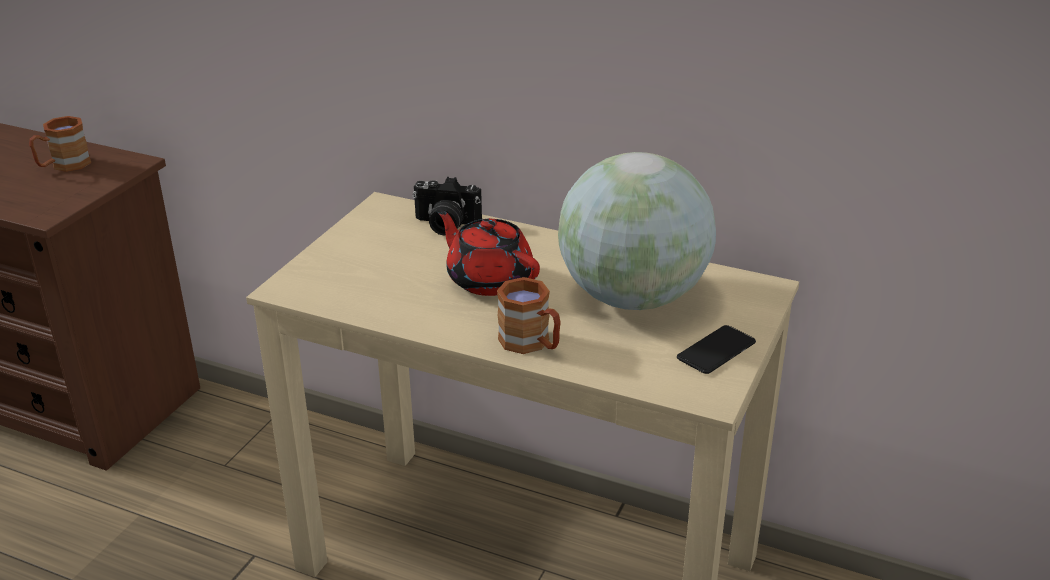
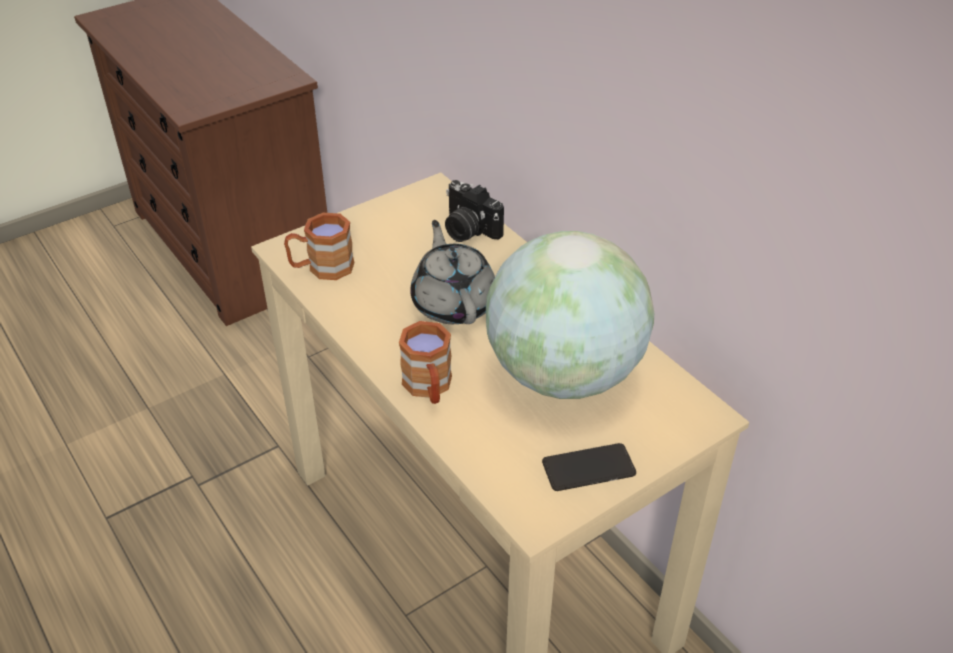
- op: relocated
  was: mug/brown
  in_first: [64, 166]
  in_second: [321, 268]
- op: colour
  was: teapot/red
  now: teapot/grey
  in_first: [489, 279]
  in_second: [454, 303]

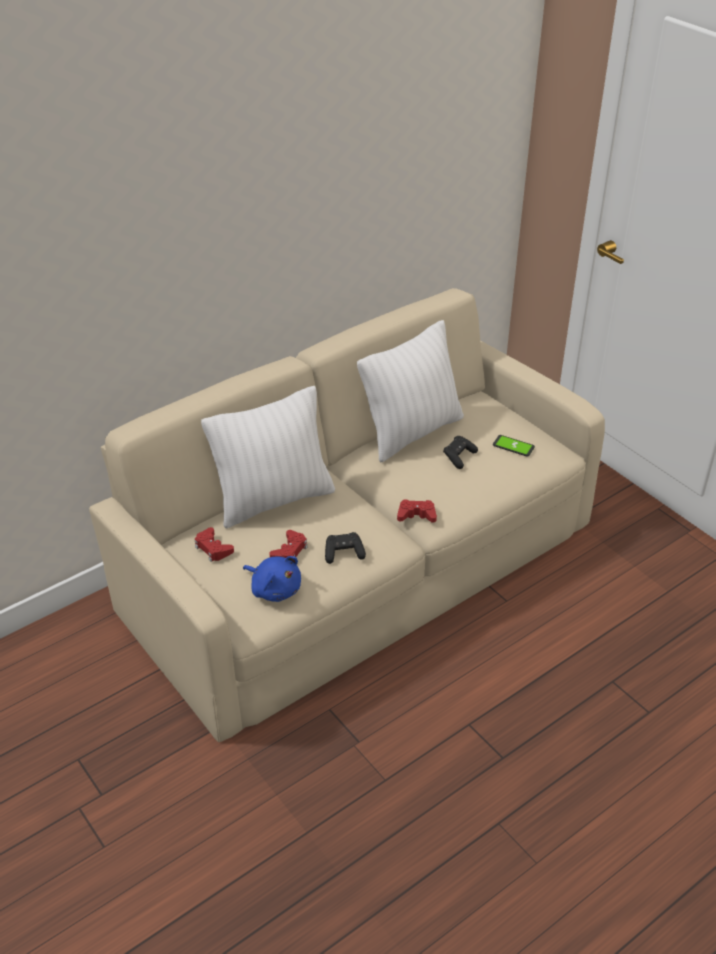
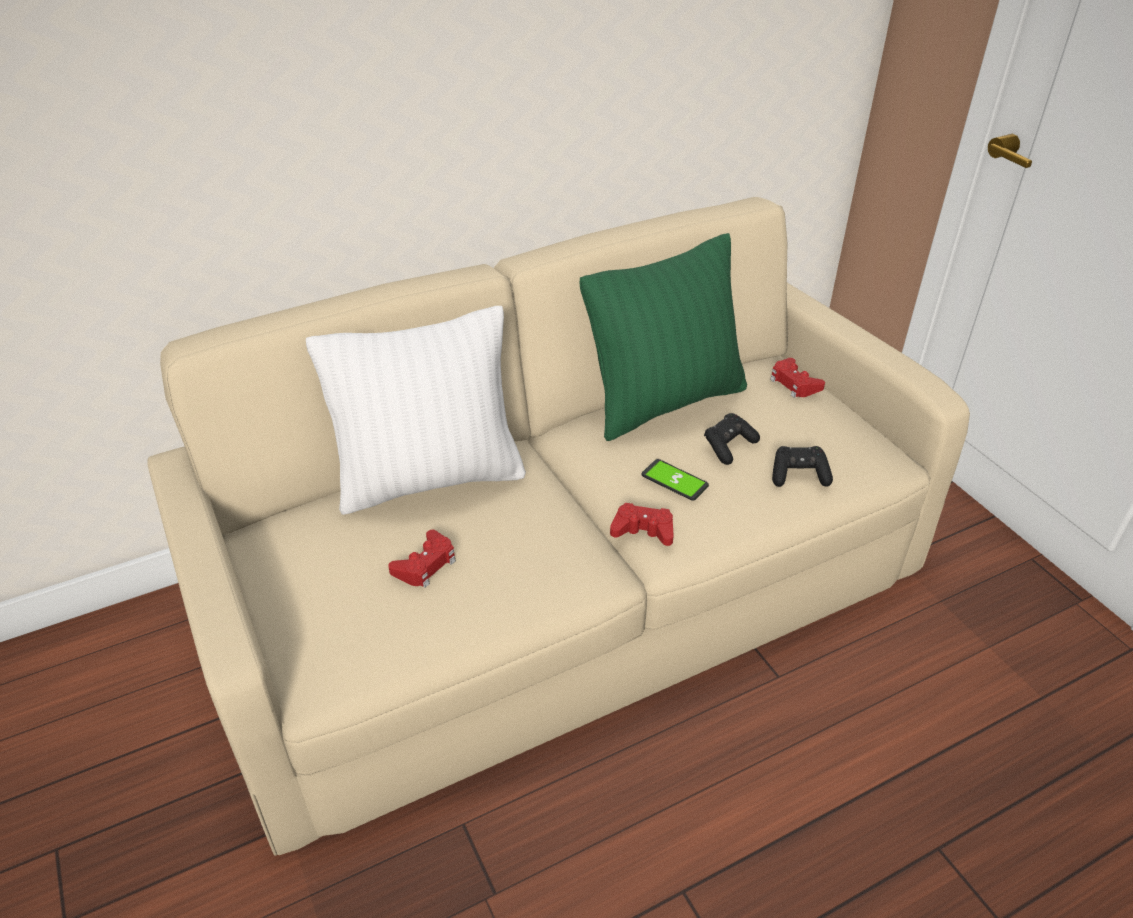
- op: missing
  was: plush toy/blue
  in_first: [274, 589]
- op: relocated
  was: game controller/red
  in_first: [213, 548]
  in_second: [794, 383]
- op: relocated
  was: game controller/black
  in_first: [344, 553]
  in_second: [798, 475]
- op: relocated
  was: phone
  in_first: [513, 446]
  in_second: [674, 481]
- op: colour
  was: pillow/white
  now: pillow/green
  in_first: [412, 432]
  in_second: [664, 402]

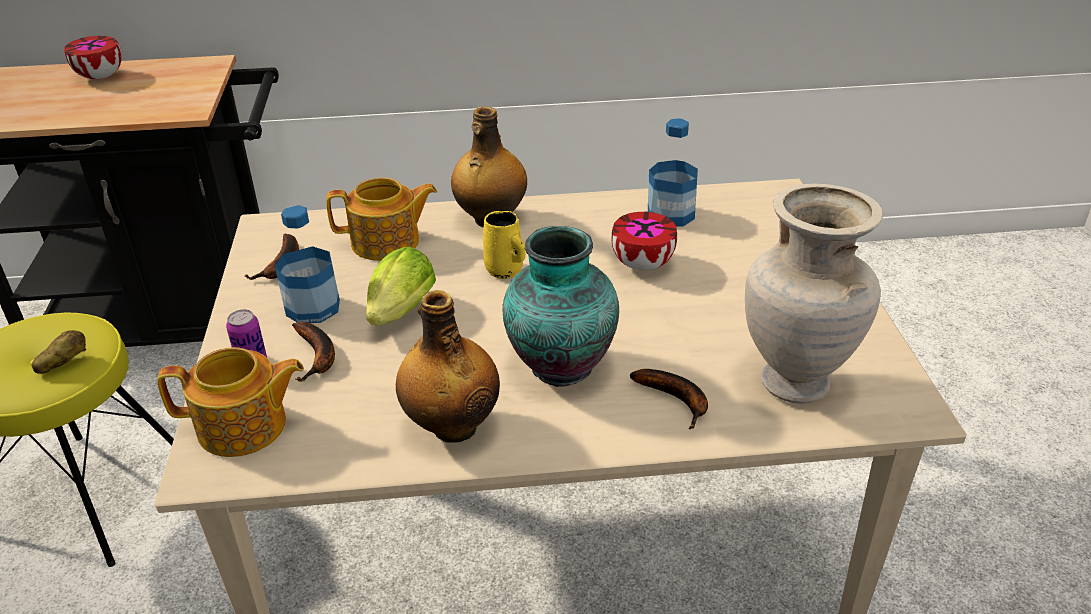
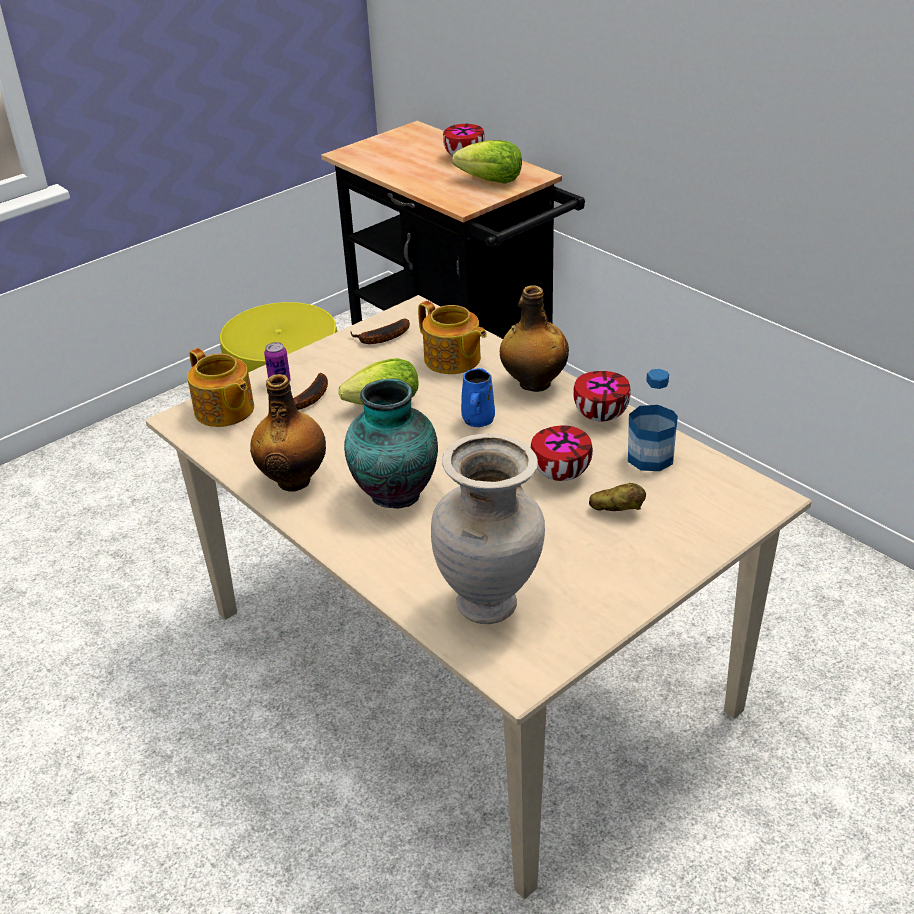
- op: missing
  was: bottle
  in_first: [313, 307]
- op: missing
  was: banana
  in_first: [677, 400]
- op: appeared
  now: lettuce
  in_second: [491, 181]
- op: appeared
  now: bowl
  in_second: [599, 415]
- op: relocated
  was: potato
  in_first: [63, 363]
  in_second: [617, 510]
- op: colour
  was: mug/yellow
  now: mug/blue
  in_first: [505, 271]
  in_second: [477, 420]

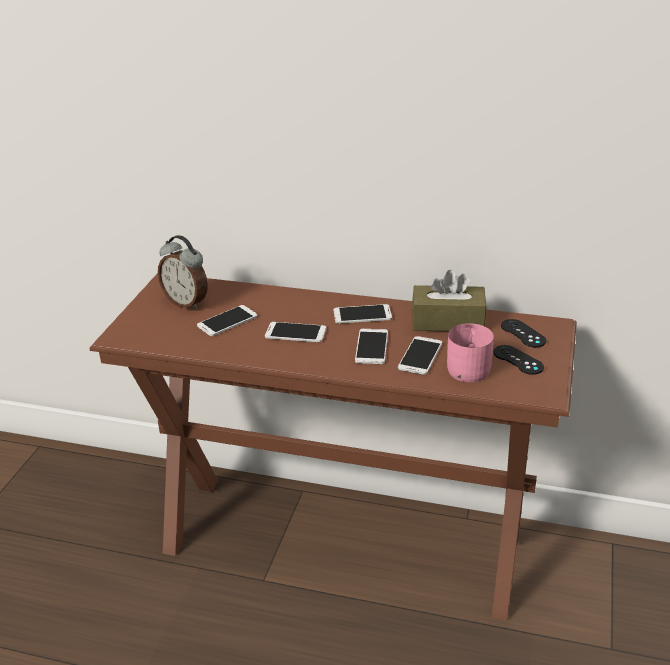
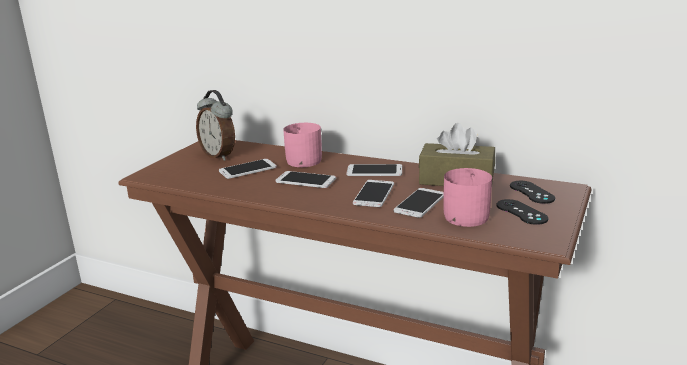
- op: appeared
  now: mug/pink
  in_second: [304, 159]

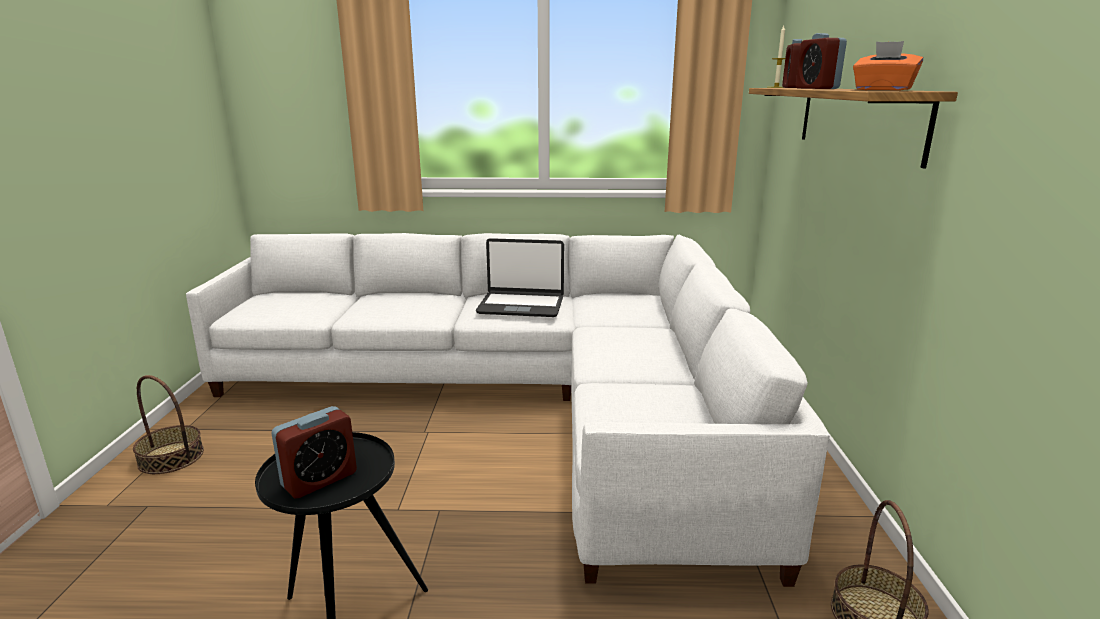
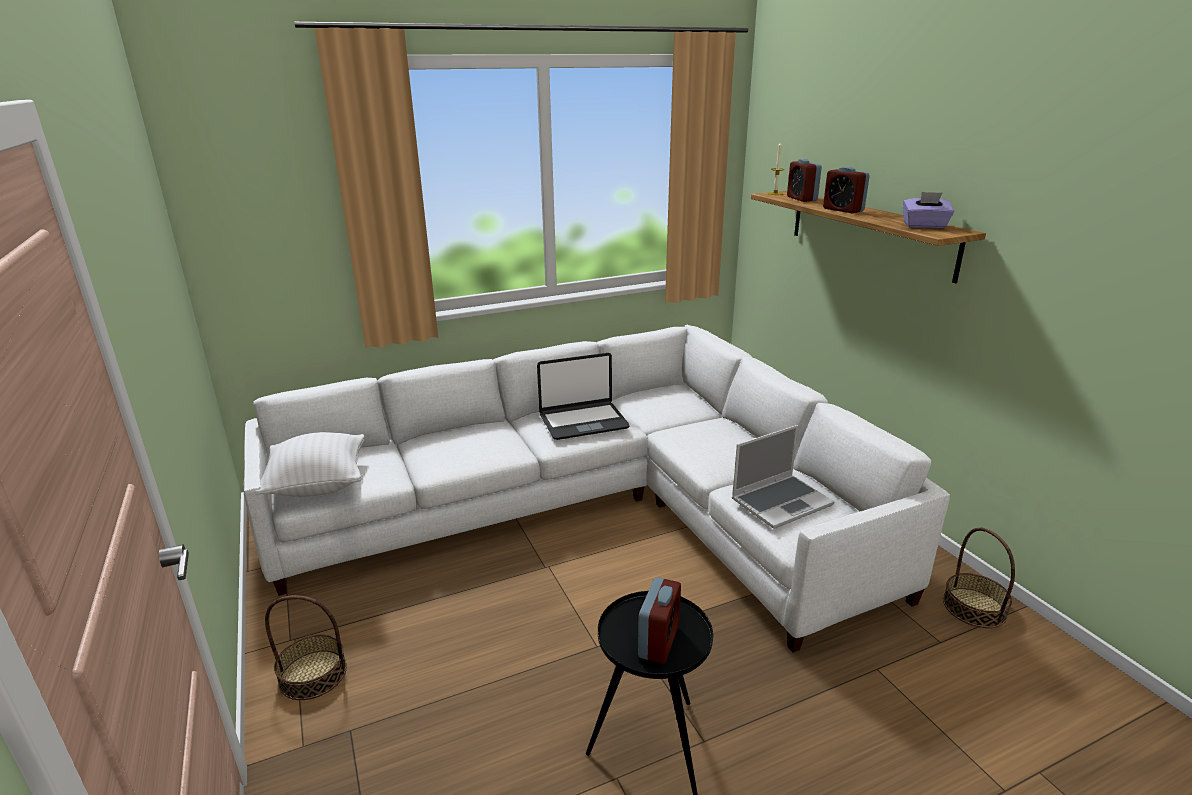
- op: appeared
  now: pillow/white
  in_second: [318, 485]
- op: appeared
  now: laptop
  in_second: [781, 502]
- op: colour
  was: tissue box/orange
  now: tissue box/purple
  in_first: [882, 90]
  in_second: [924, 226]

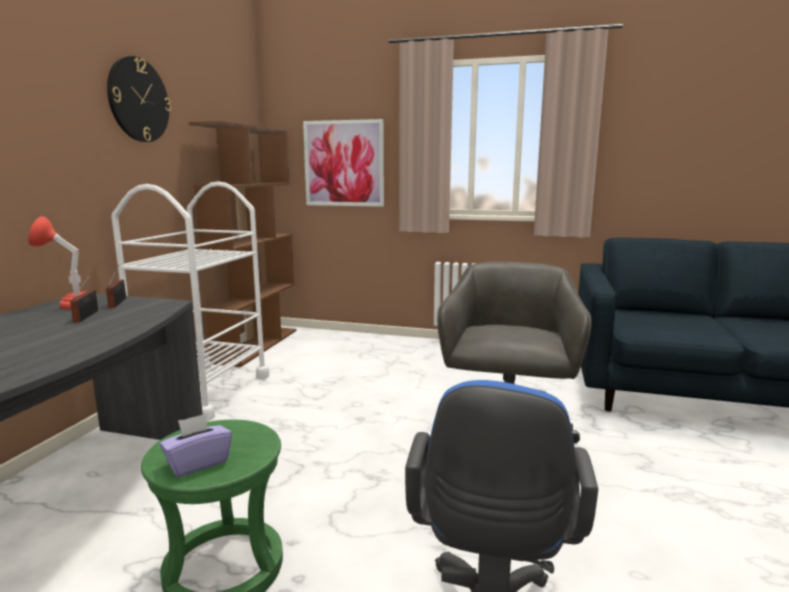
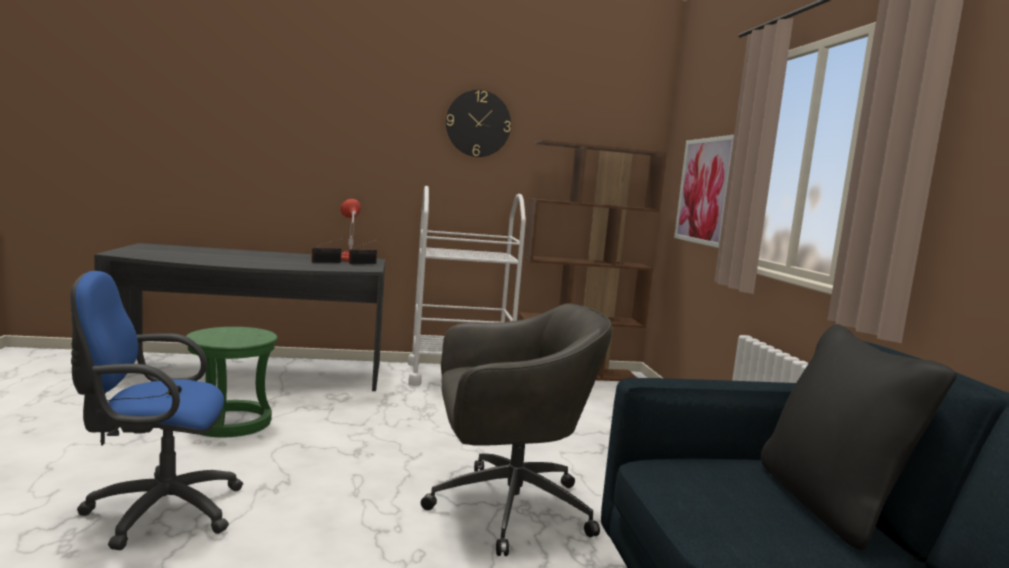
- op: missing
  was: tissue box/purple
  in_first: [198, 463]
- op: appeared
  now: pillow/black
  in_second: [829, 504]

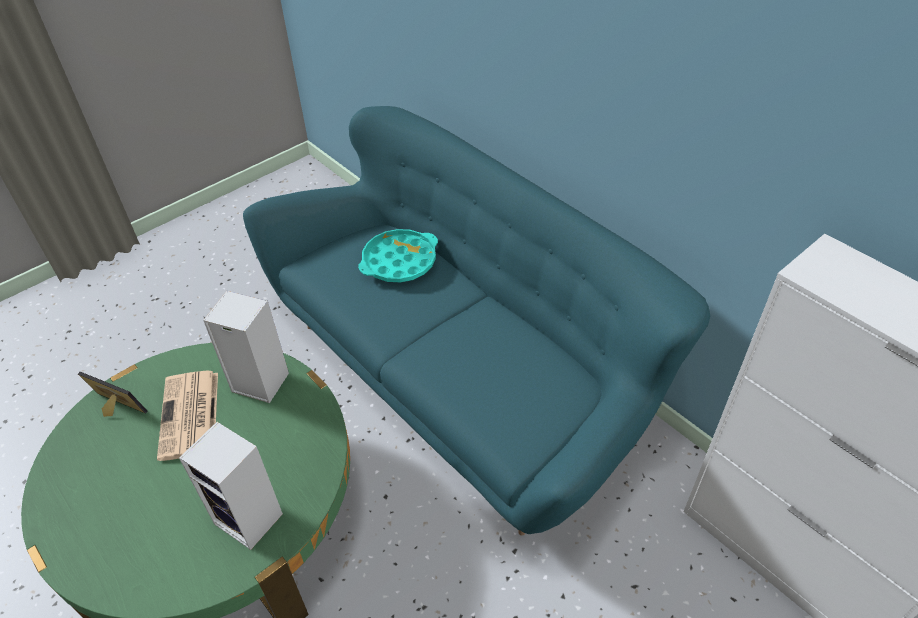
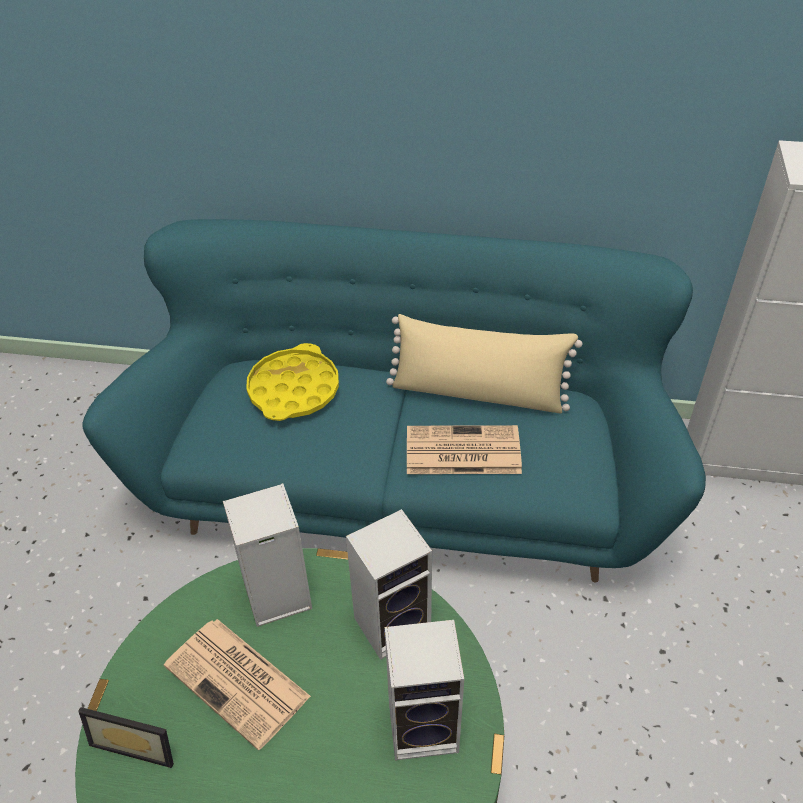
- op: appeared
  now: speaker
  in_second: [394, 622]
- op: appeared
  now: pillow/beige
  in_second: [478, 393]
- op: appeared
  now: newspaper
  in_second: [461, 451]
- op: colour
  was: tray/turquoise
  now: tray/yellow
  in_first: [399, 261]
  in_second: [293, 389]
- op: spun
  was: picture frame
  in_first: [115, 410]
  in_second: [137, 740]
  clockwise: -150

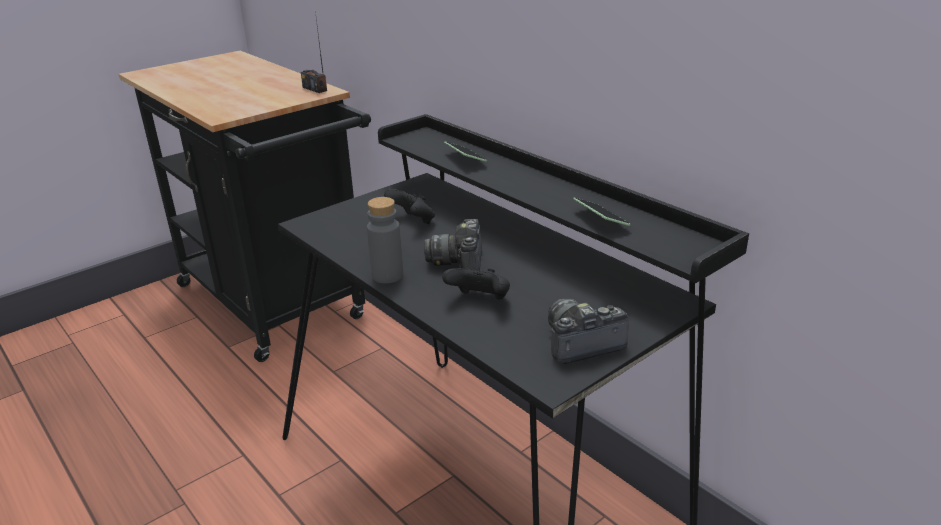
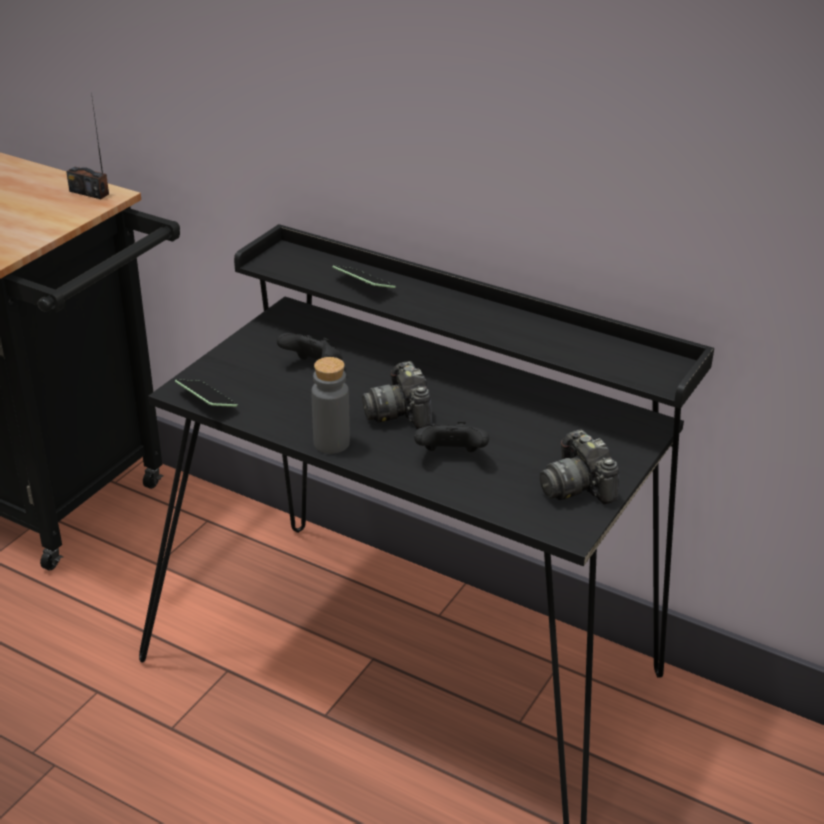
- op: relocated
  was: phone
  in_first: [600, 220]
  in_second: [206, 401]
- op: spun
  was: photo camera
  in_first: [581, 344]
  in_second: [577, 486]
  clockwise: -75

